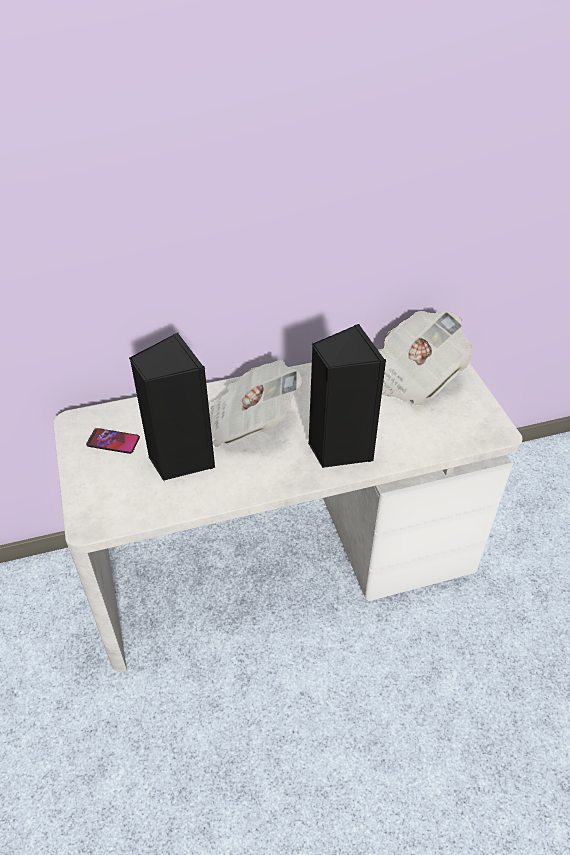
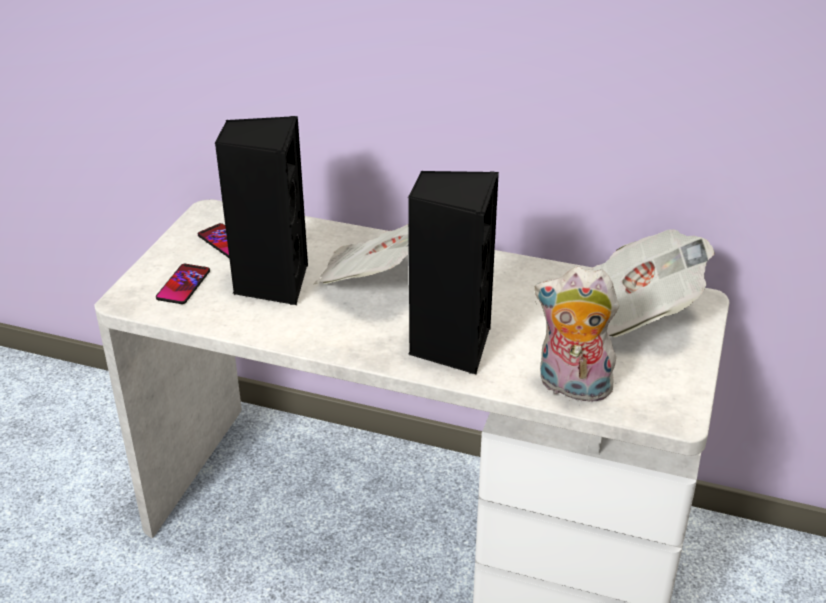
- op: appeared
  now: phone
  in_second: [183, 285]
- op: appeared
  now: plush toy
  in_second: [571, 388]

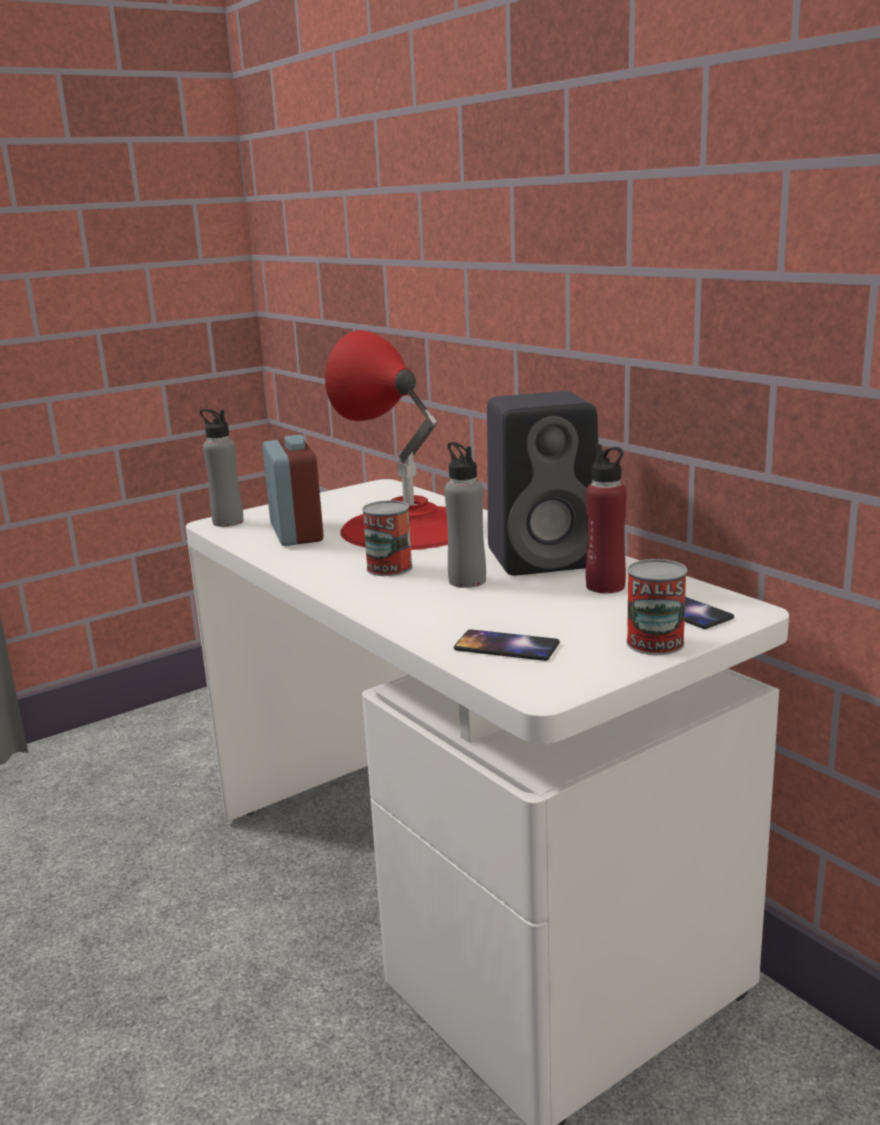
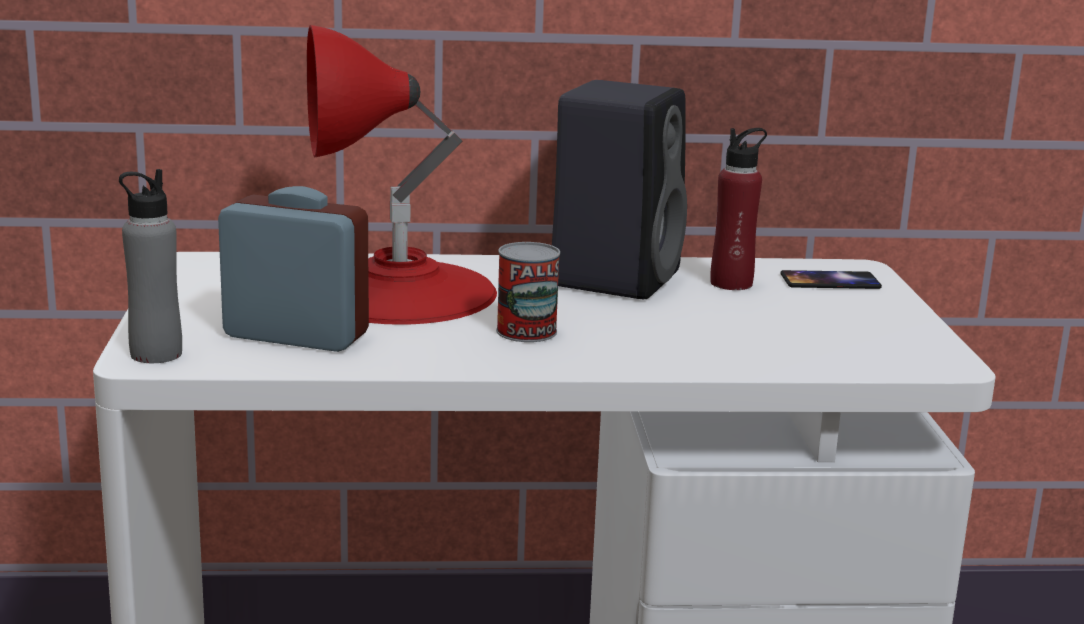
- op: missing
  was: bottle/grey
  in_first: [467, 581]
- op: missing
  was: phone
  in_first: [506, 646]
- op: missing
  was: can
  in_first: [655, 643]

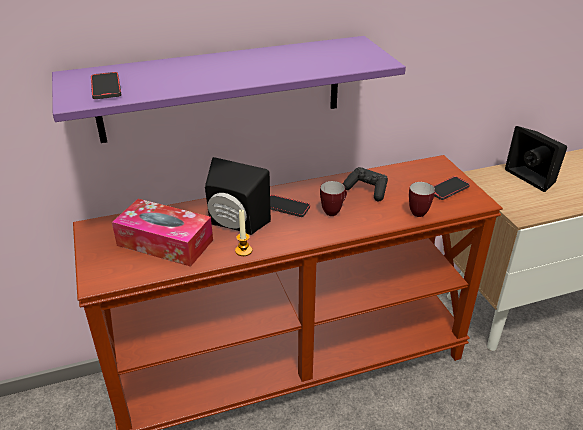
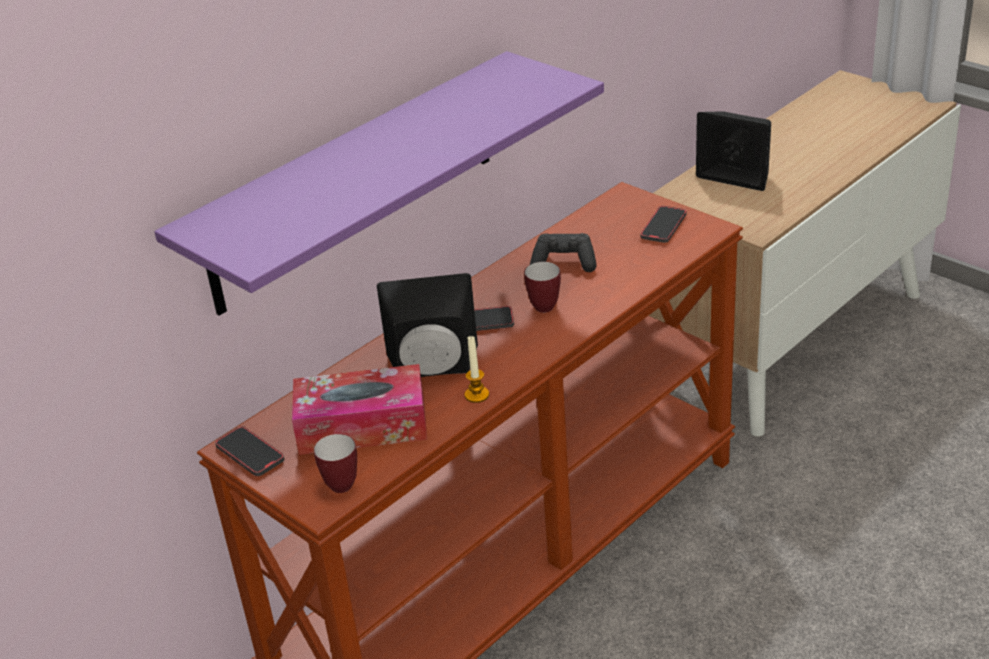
- op: relocated
  was: phone
  in_first: [106, 88]
  in_second: [250, 454]
- op: relocated
  was: mug
  in_first: [418, 211]
  in_second: [340, 482]

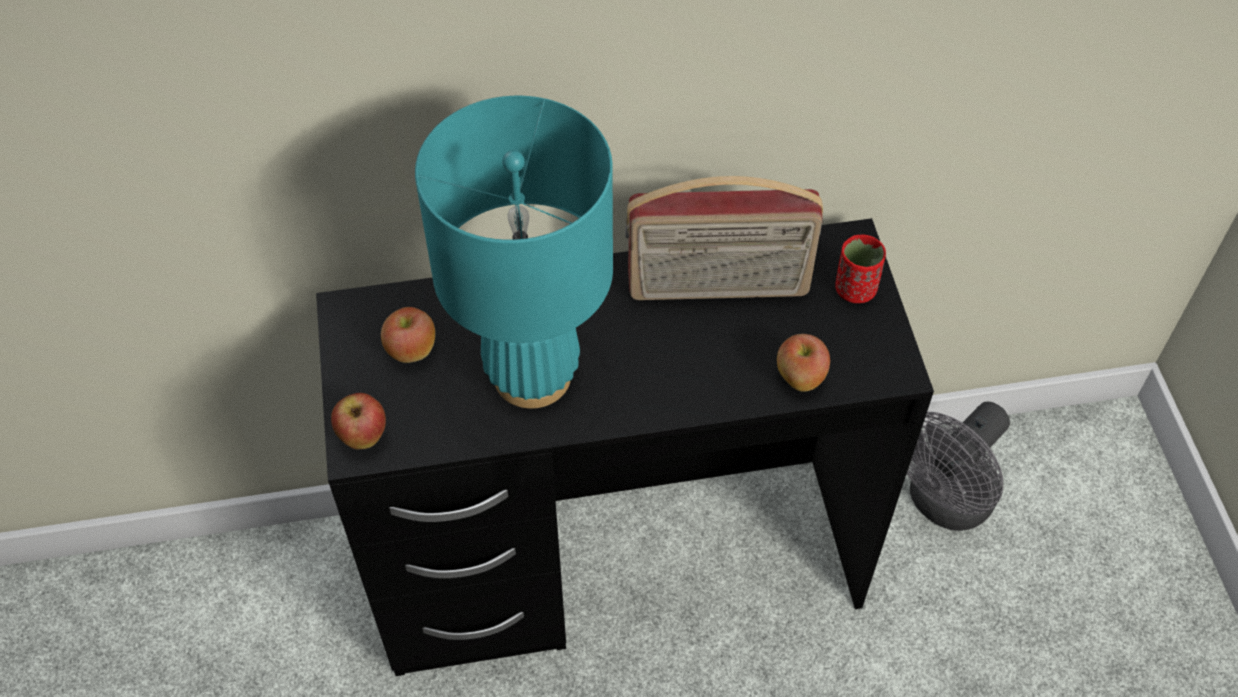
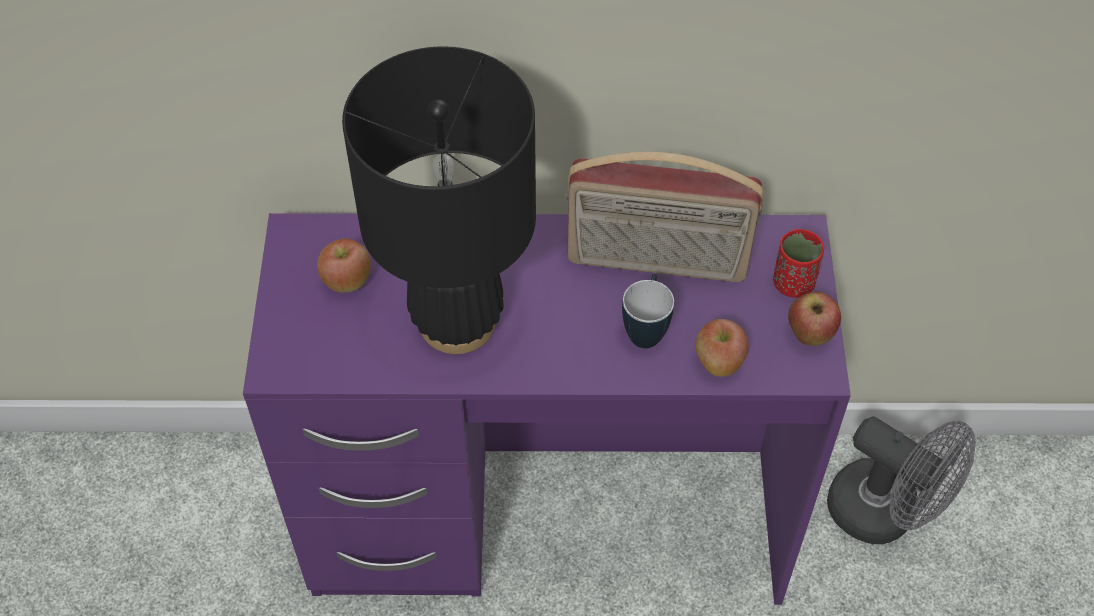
- op: appeared
  now: mug
  in_second: [646, 329]
- op: relocated
  was: apple
  in_first: [363, 437]
  in_second: [810, 335]
- op: colour
  was: desk/black
  now: desk/purple
  in_first: [618, 563]
  in_second: [548, 521]
- op: colour
  was: table lamp/turquoise
  now: table lamp/black
  in_first: [531, 375]
  in_second: [456, 322]
- op: spun
  was: fan/grey
  in_first: [943, 504]
  in_second: [885, 514]
  clockwise: -105

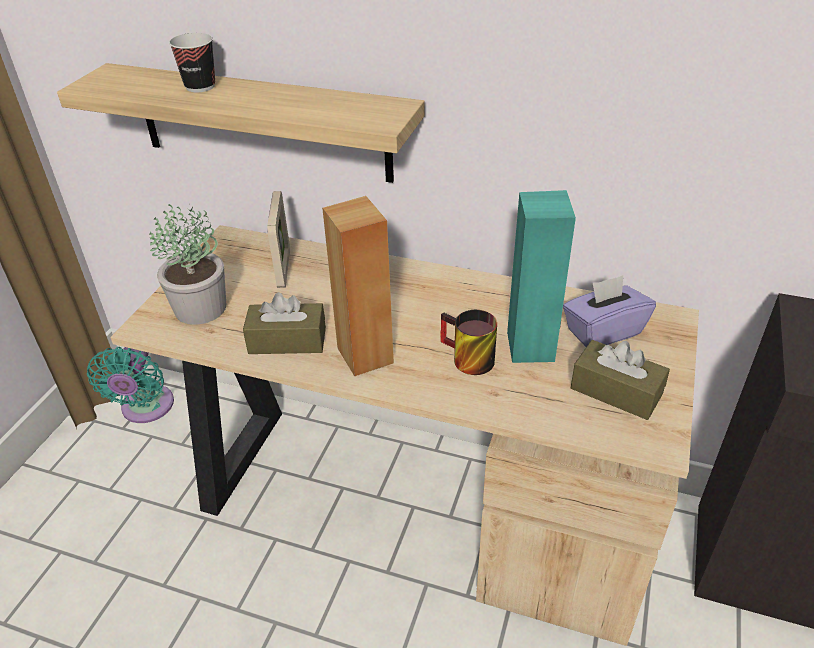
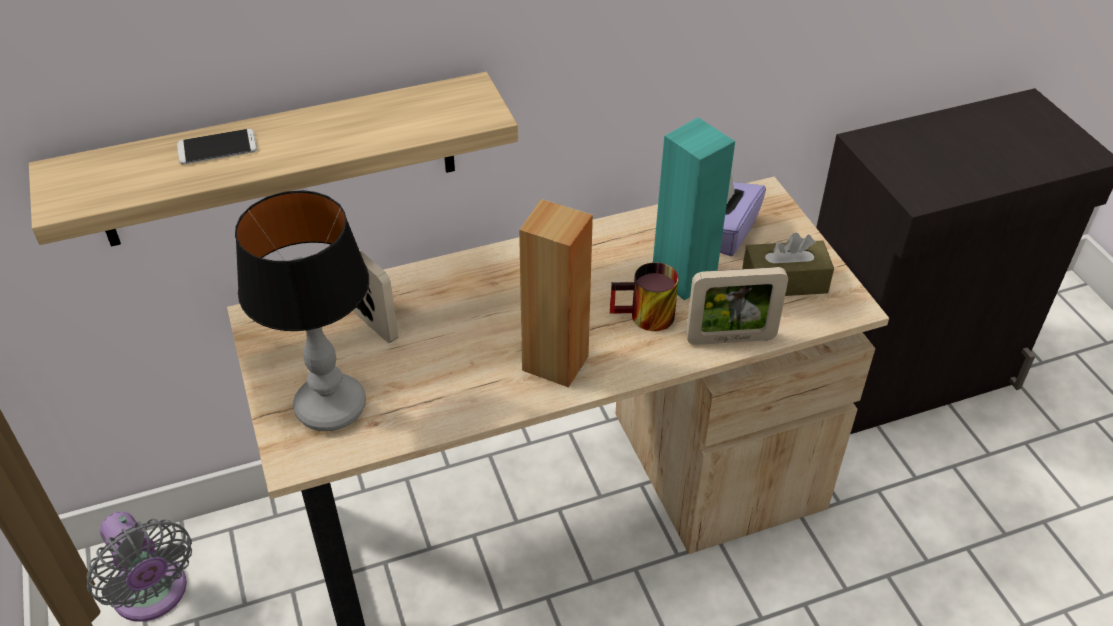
- op: missing
  was: tissue box/brown
  in_first: [287, 341]
- op: appeared
  now: picture frame
  in_second: [730, 339]
- op: exchanged
  was: potted plant
  now: table lamp
  in_first: [201, 307]
  in_second: [331, 406]
- op: exchanged
  was: cup
  now: phone
  in_first: [200, 86]
  in_second: [217, 148]
- op: colour
  was: fan/turquoise
  now: fan/grey
  in_first: [146, 409]
  in_second: [153, 595]

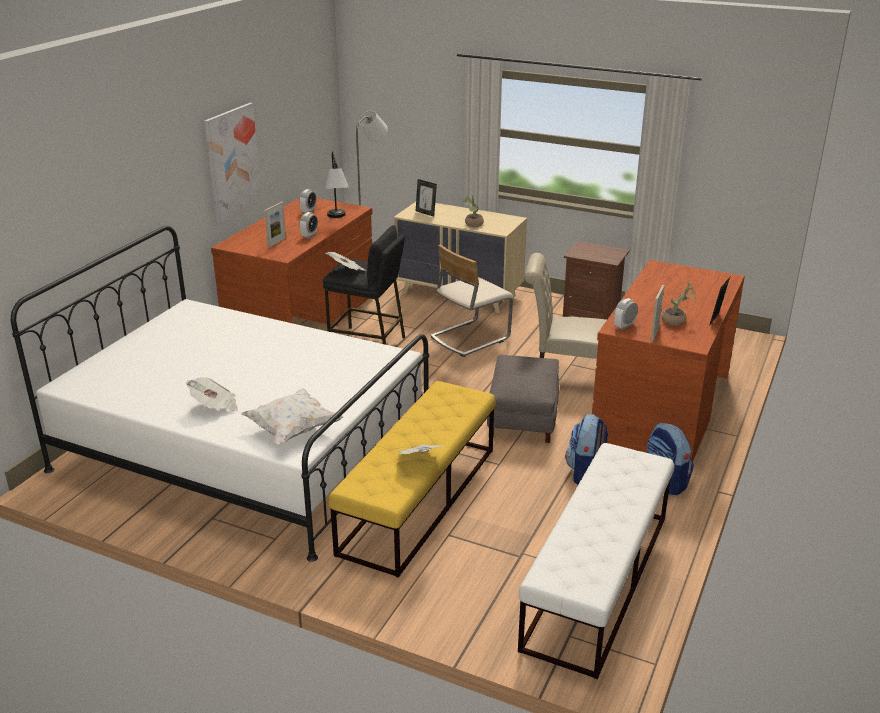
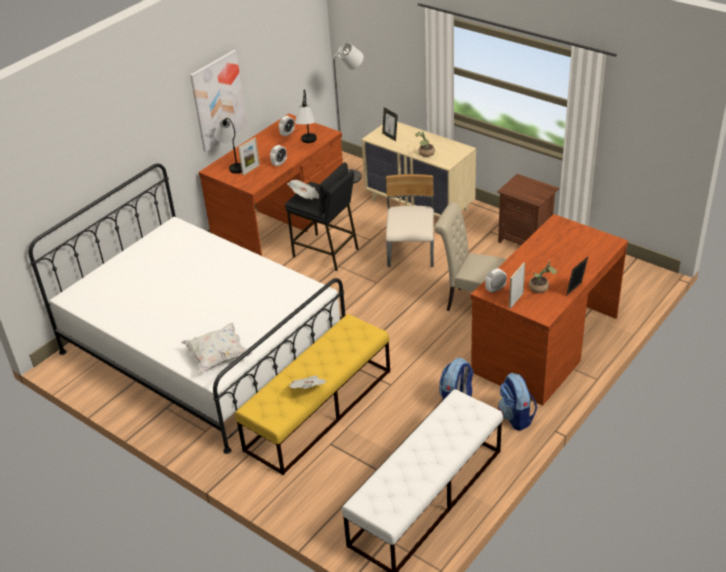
- op: missing
  was: newspaper
  in_first: [215, 406]
- op: missing
  was: ottoman/grey
  in_first: [523, 418]
- op: appeared
  now: table lamp
  in_second: [232, 164]
- op: spun
  was: chair/beige
  in_first: [469, 338]
  in_second: [411, 254]
  clockwise: 120

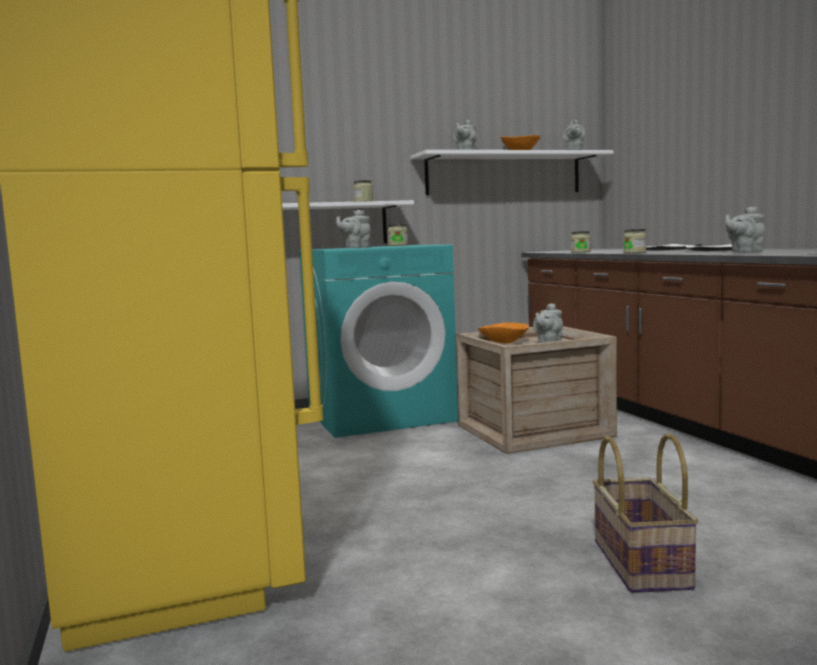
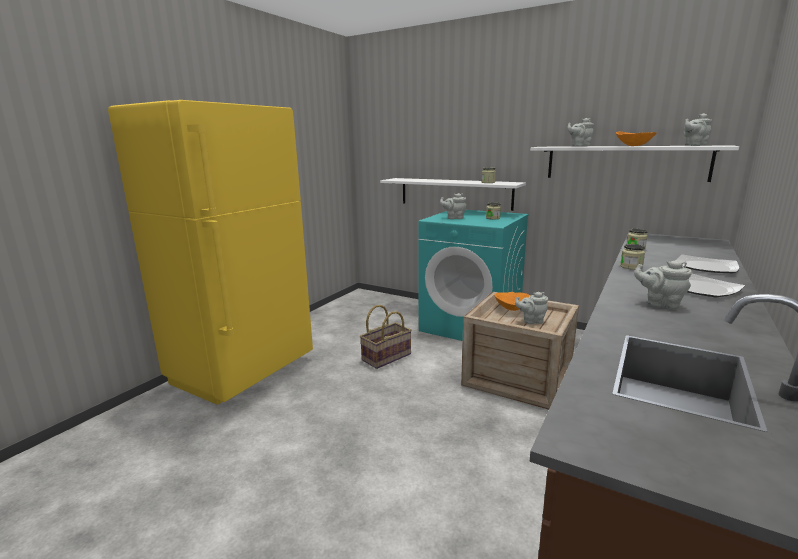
- op: relocated
  was: basket
  in_first: [638, 564]
  in_second: [386, 357]

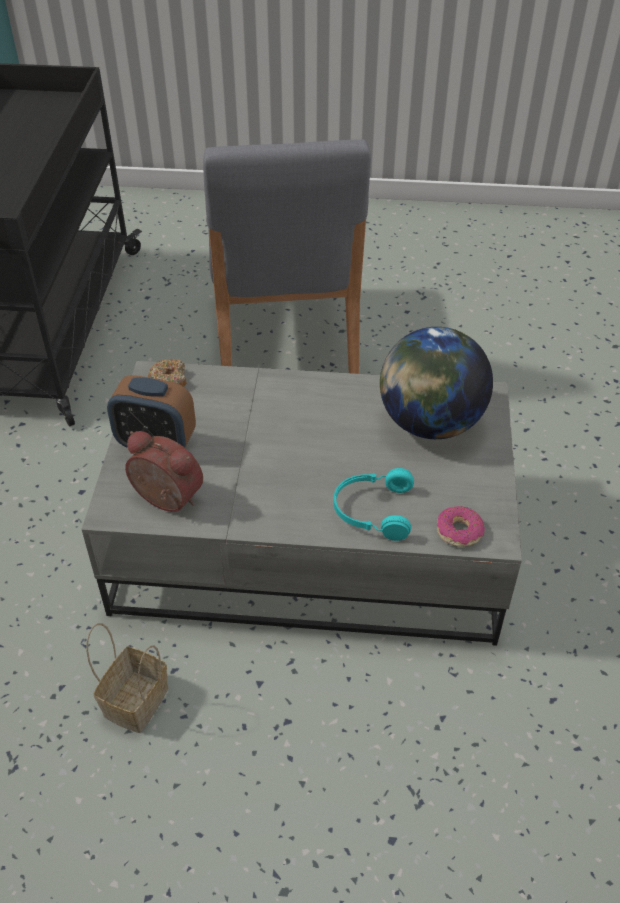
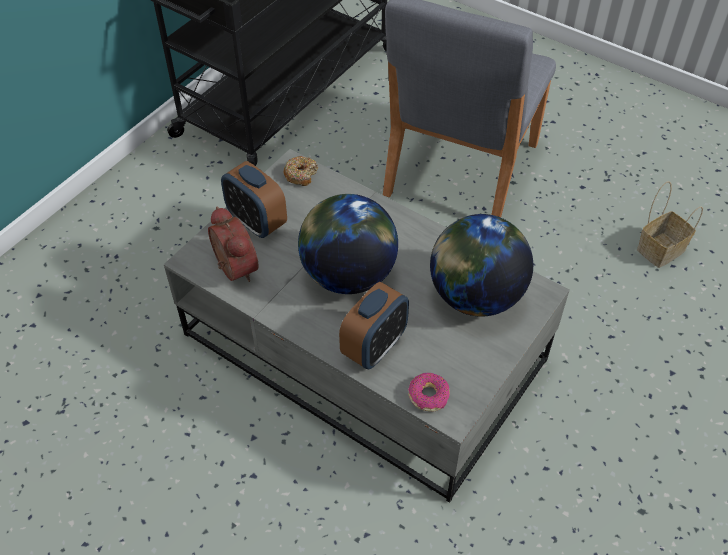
- op: appeared
  now: globe
  in_second: [348, 274]
- op: relocated
  was: basket
  in_first: [136, 699]
  in_second: [661, 249]
- op: exchanged
  was: headphones/turquoise
  now: alarm clock
  in_first: [372, 510]
  in_second: [374, 347]

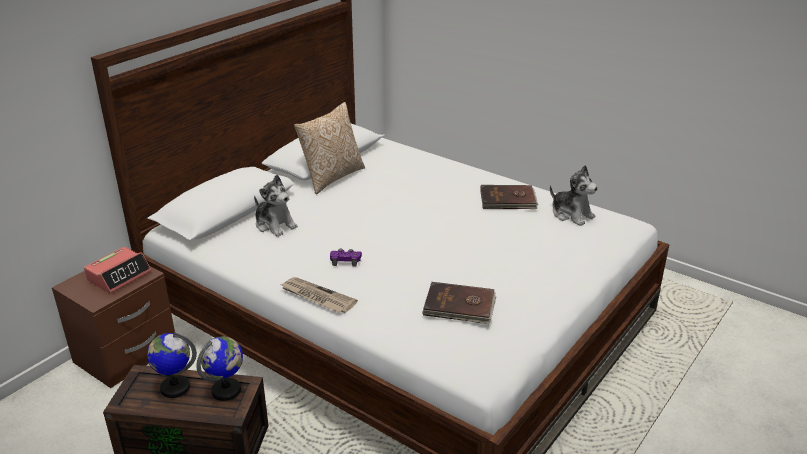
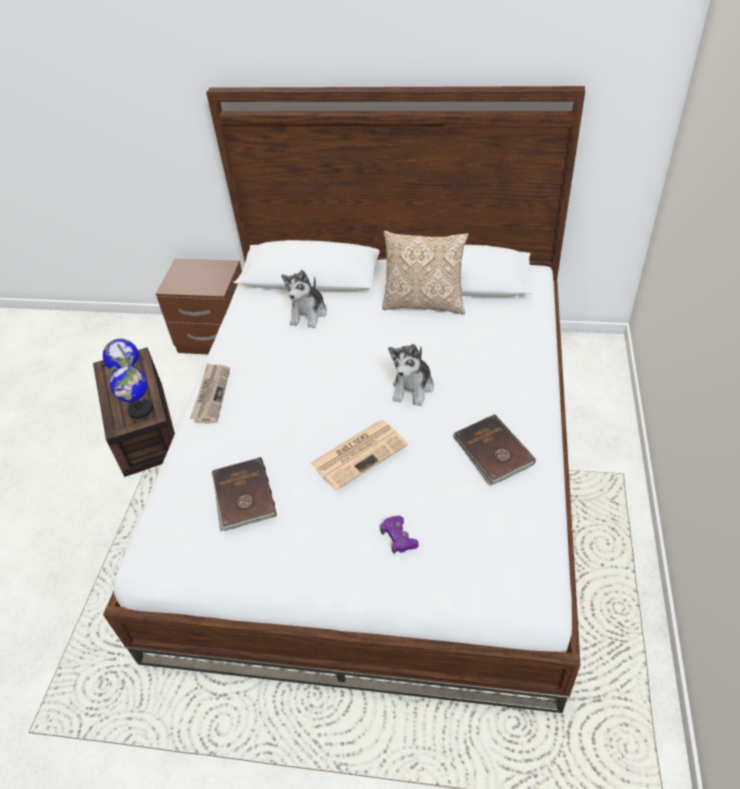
- op: missing
  was: alarm clock
  in_first: [119, 276]
- op: appeared
  now: newspaper
  in_second: [360, 453]
- op: relocated
  was: game controller/purple
  in_first: [345, 260]
  in_second: [399, 538]
- op: relocated
  was: plush toy
  in_first: [571, 214]
  in_second: [413, 388]

